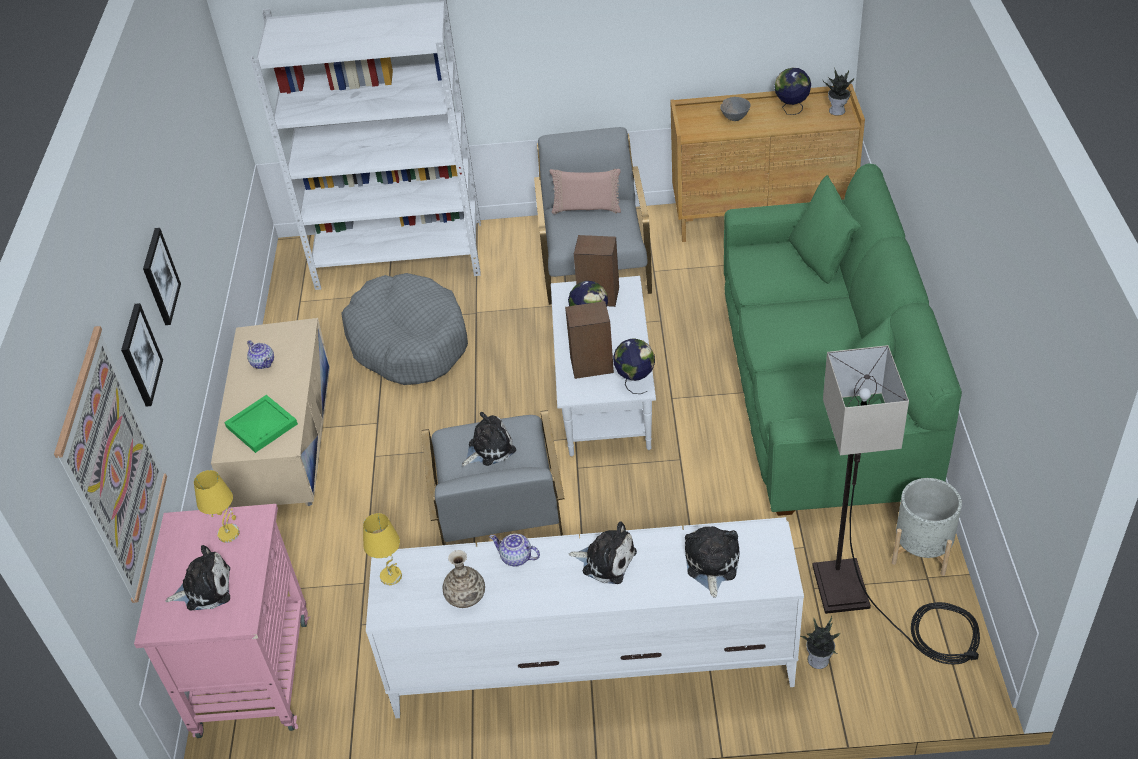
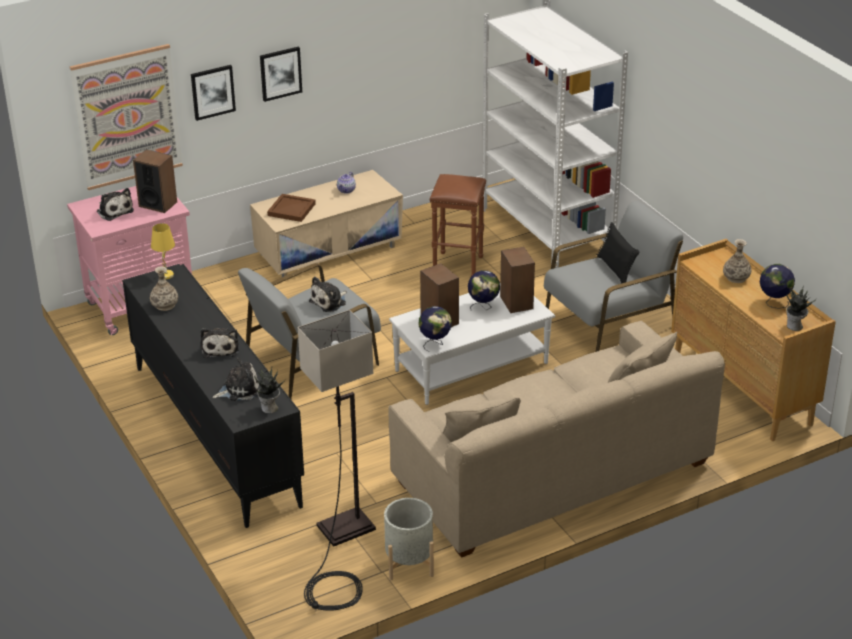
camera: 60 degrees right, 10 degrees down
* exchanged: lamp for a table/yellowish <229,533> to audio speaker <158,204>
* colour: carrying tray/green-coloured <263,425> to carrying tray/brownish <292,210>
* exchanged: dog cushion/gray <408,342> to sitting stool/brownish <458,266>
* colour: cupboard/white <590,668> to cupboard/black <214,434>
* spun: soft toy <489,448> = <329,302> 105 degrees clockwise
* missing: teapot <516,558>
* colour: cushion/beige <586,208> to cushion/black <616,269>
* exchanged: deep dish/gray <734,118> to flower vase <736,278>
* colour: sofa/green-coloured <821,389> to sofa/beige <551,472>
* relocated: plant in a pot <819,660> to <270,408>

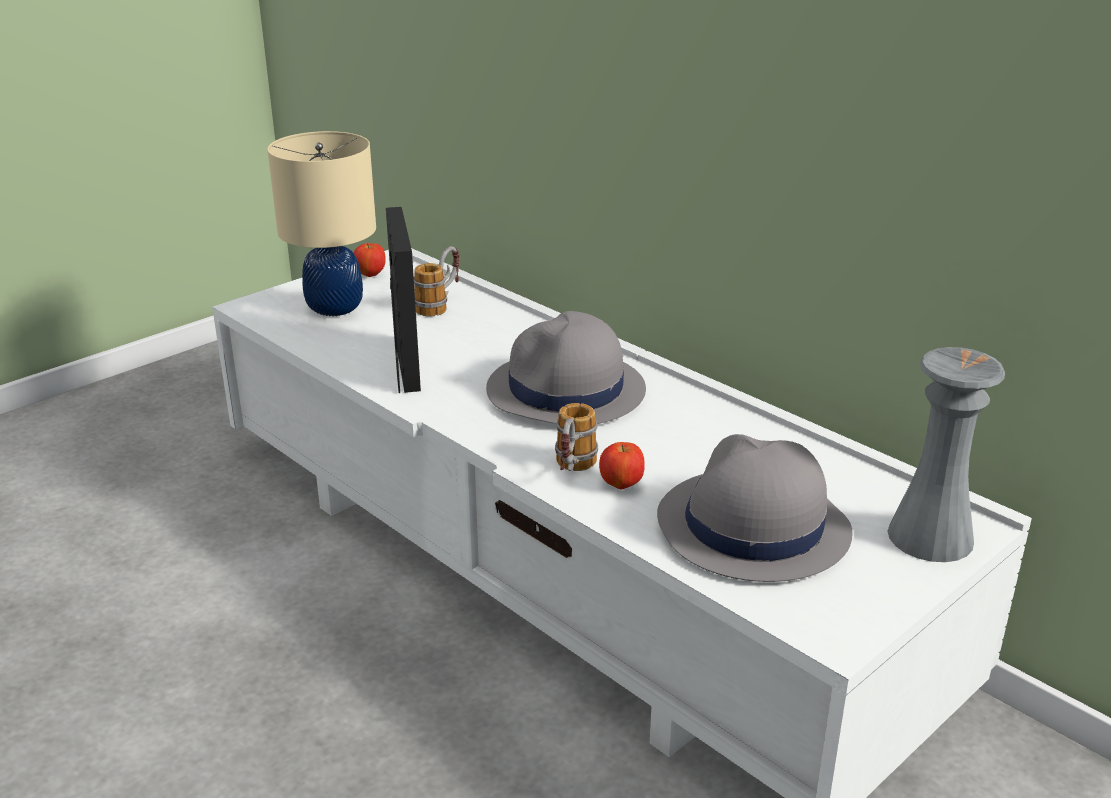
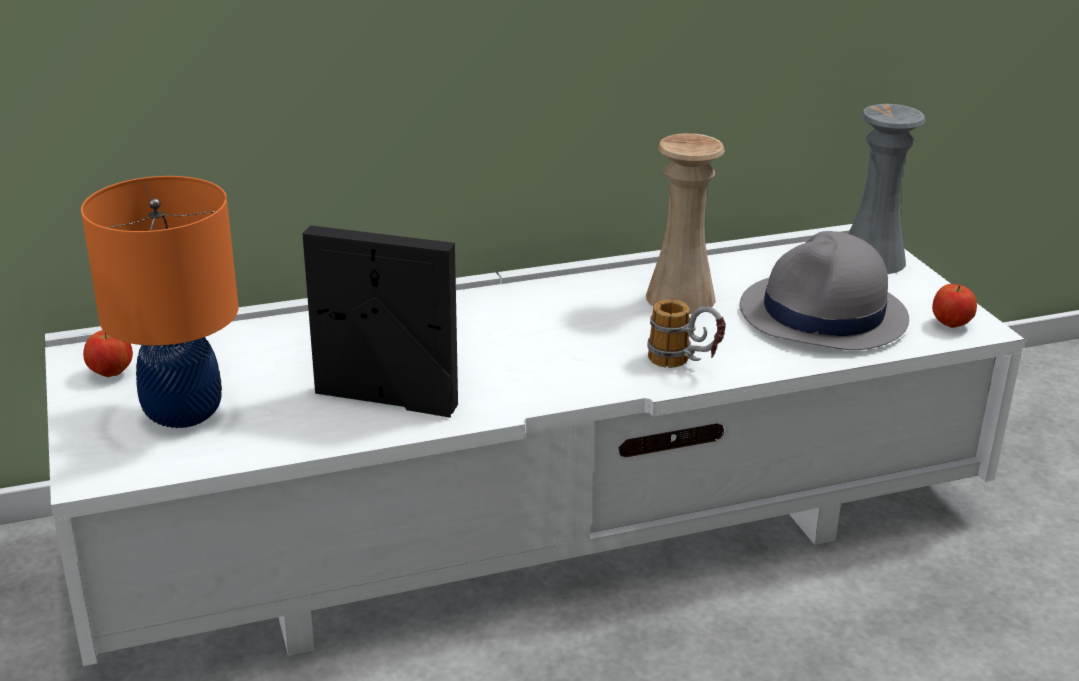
camera: 65 degrees left, 0 degrees up
* colour: lamp for a table/beige <333,310> to lamp for a table/orange <185,417>
* missing: tea mug <440,304>
* missing: wearable hat/gray <566,392>
* relocated: whole apple <621,485> to <951,324>
* appeared: flower vase/beige <680,298>

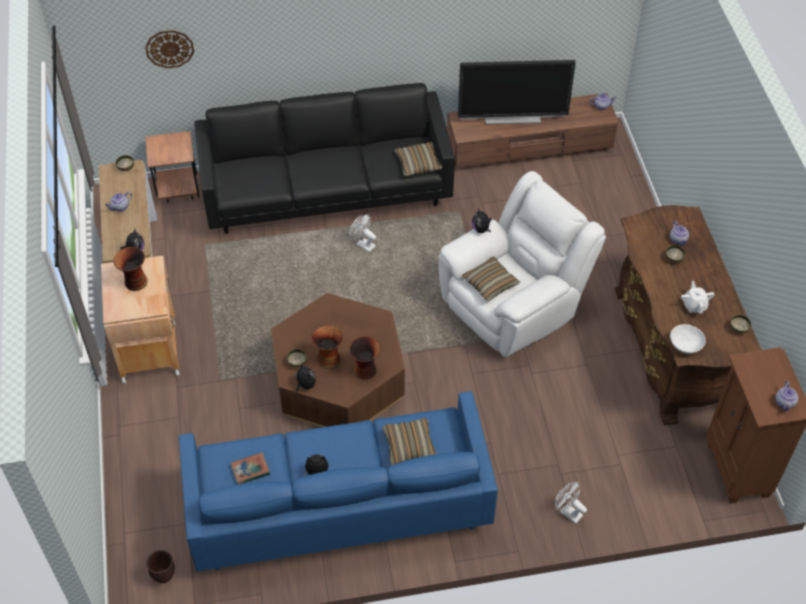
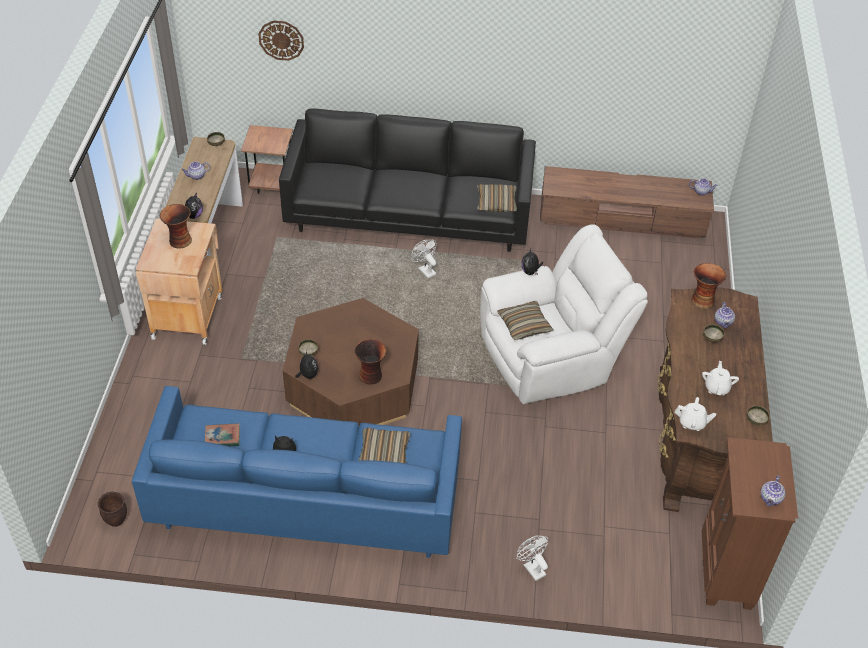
camera: 15 degrees right, 5 degrees down
* relocated: flower vase <328,359> to <702,300>
* missing: television <512,117>
* exchanged: deep dish/white <685,345> to teapot/white <692,423>

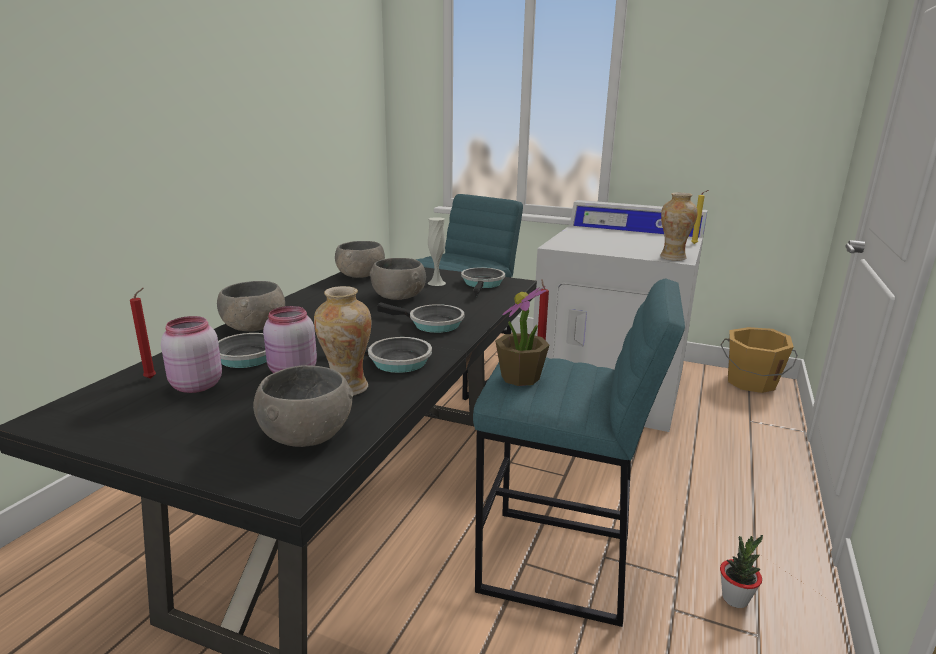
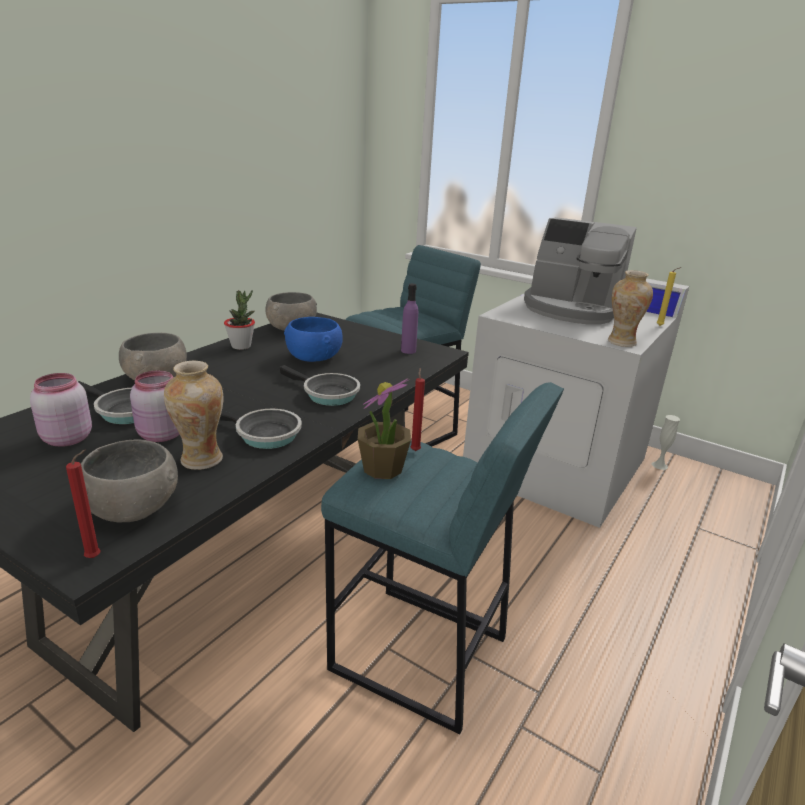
camera: 10 degrees right, 5 degrees up
* relocated: wax candle/reddish <152,378> to <96,557>
* colour: deep dish/gray <398,296> to deep dish/bluish <313,357>
* relocated: flower vase/white <436,283> to <659,465>
* exchanged: pan <482,284> to drink bottle/purplish <408,351>
* relocated: plant in a pot <735,598> to <241,346>
* missing: pail/orange <751,382>
* appeared: coffee machine <571,309>

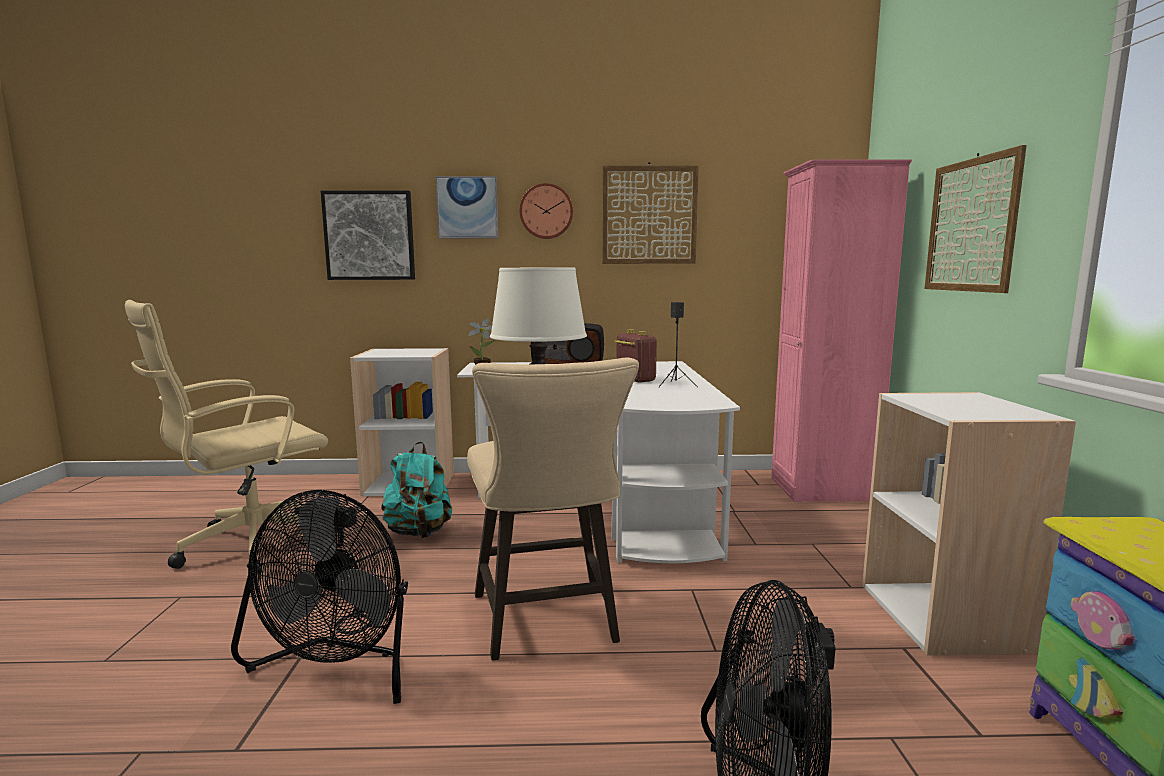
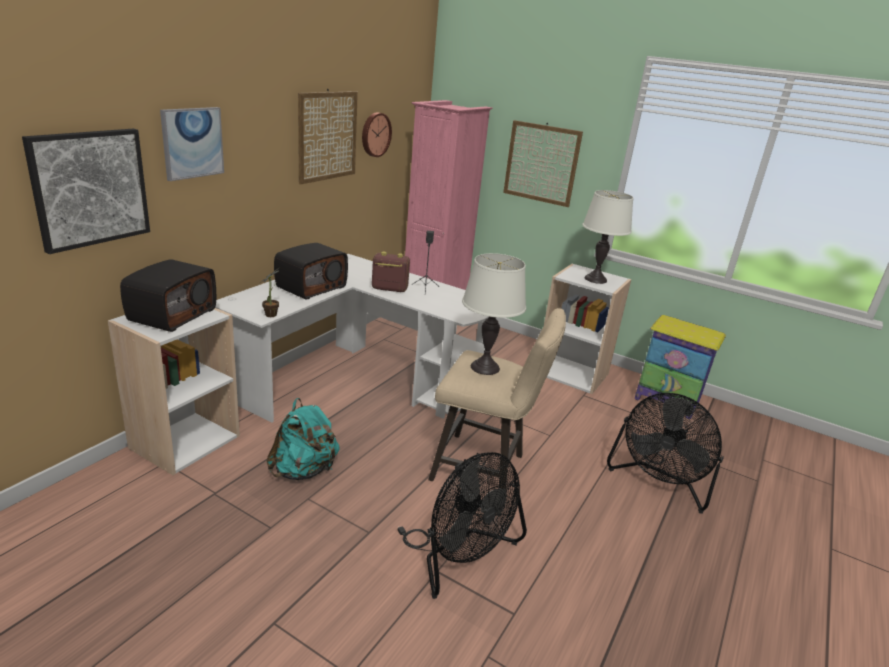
camera: 60 degrees left, 15 degrees up
* missing: desk chair/beige <247,547>
* relocated: wall clock <546,211> to <375,134>
* appeared: radio receiver <172,314>
* appeared: lamp for a table/white <595,279>

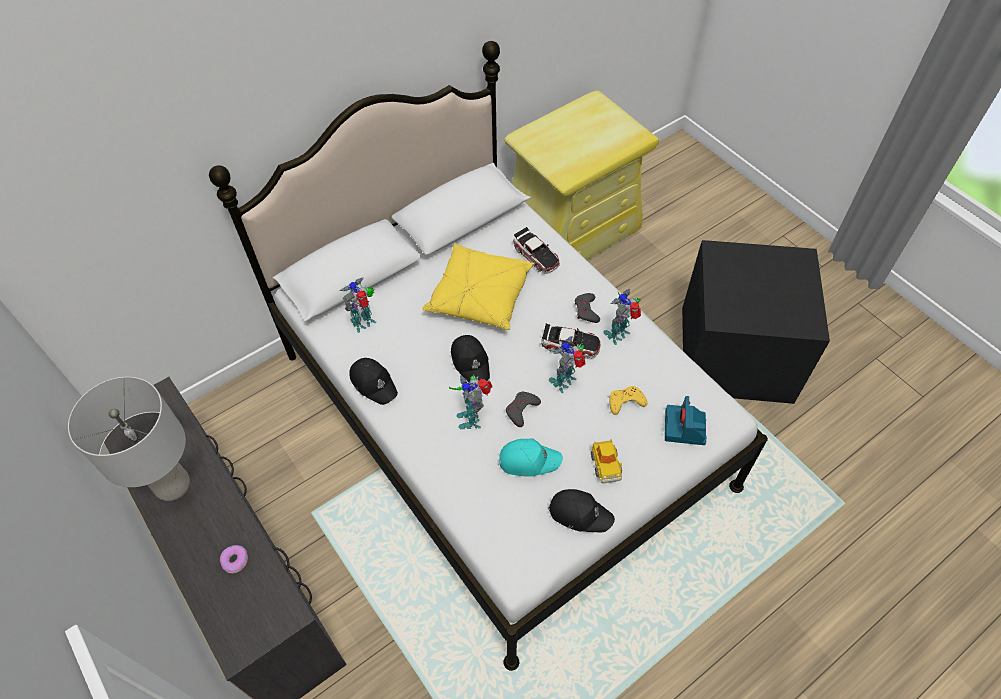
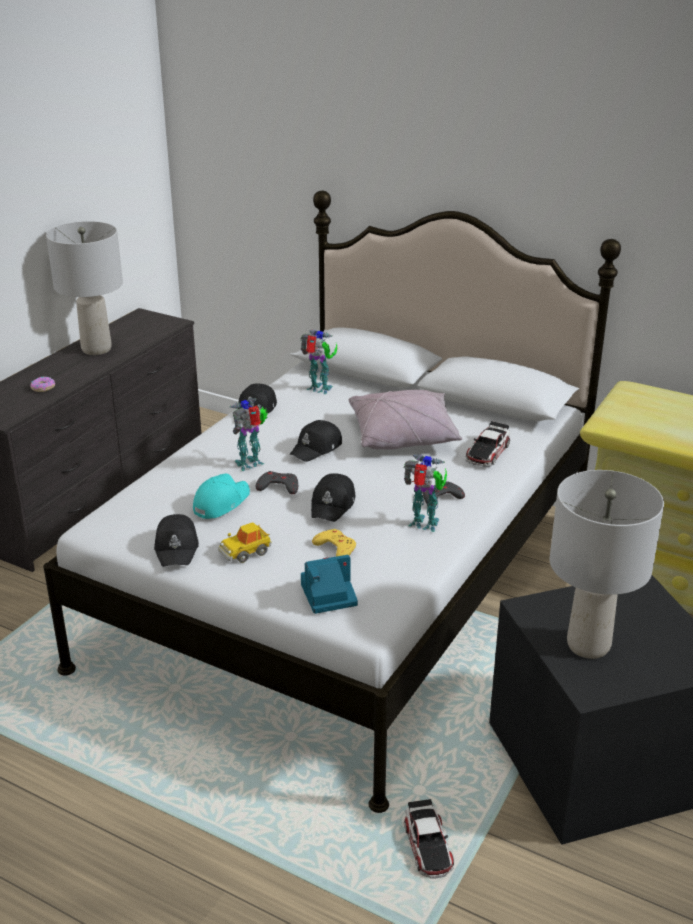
camera: 65 degrees right, 25 degrees down
* colour: cushion/yellowish <480,296> to cushion/purplish <403,435>
* spun: cap/turquoise-coloured <528,460> = <220,503> 120 degrees counterclockwise
* relocated: model car <570,344> to <428,846>
* exchanged: model robot <565,381> to cap/black <333,505>
* appeared: lamp for a table/gray <588,646>

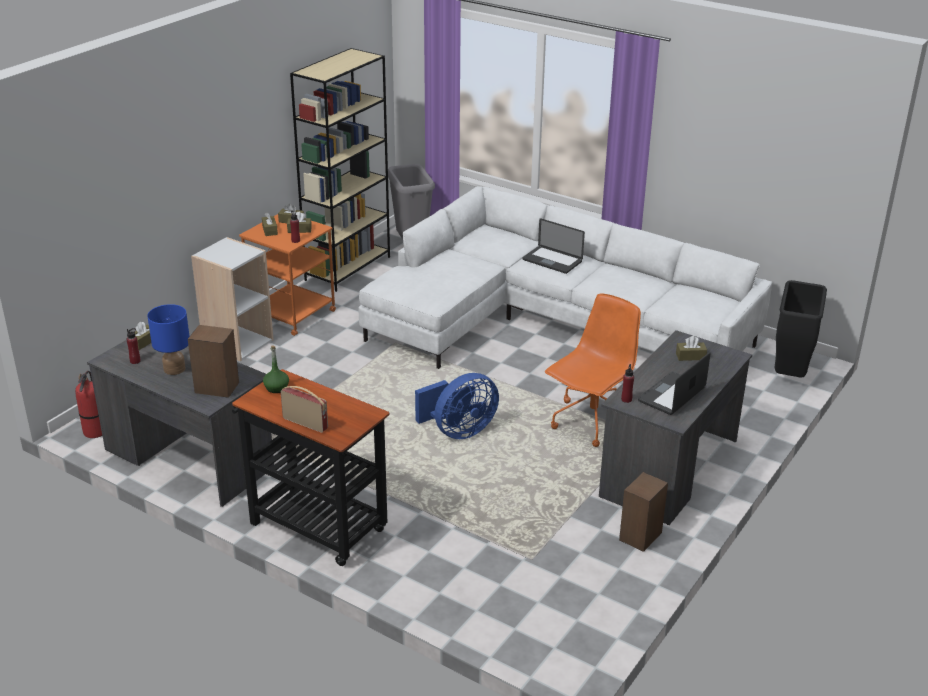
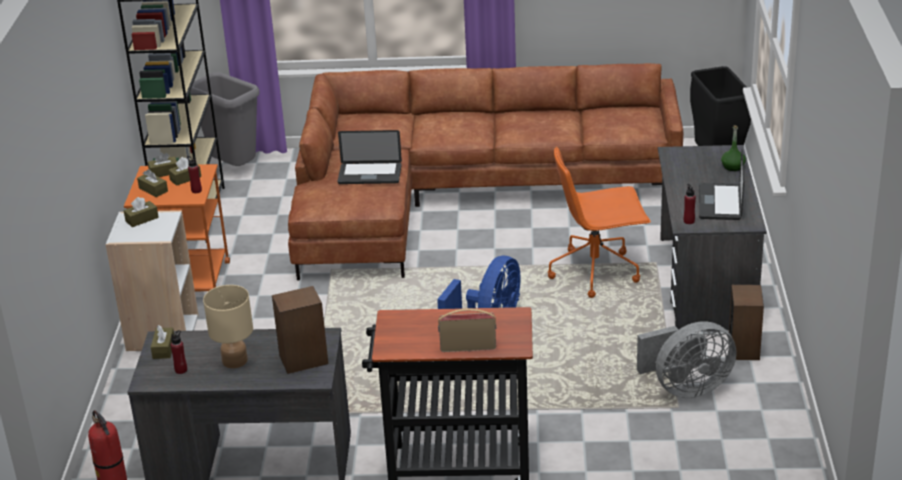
camera: 30 degrees left, 0 degrees up
* colour: lamp for a table/bluish <175,369> to lamp for a table/beige <235,360>
* relocated: drink bottle/green-coloured <276,388> to <733,167>
* colour: sofa/white <551,323> to sofa/brownish <461,195>
* relocated: notebook computer <552,261> to <369,175>
* spun: desk chair/orange <590,423> = <599,272> 105 degrees counterclockwise
* relocated: box of tissues/brownish <690,356> to <142,219>
* appeared: cooling fan/gray <686,388>

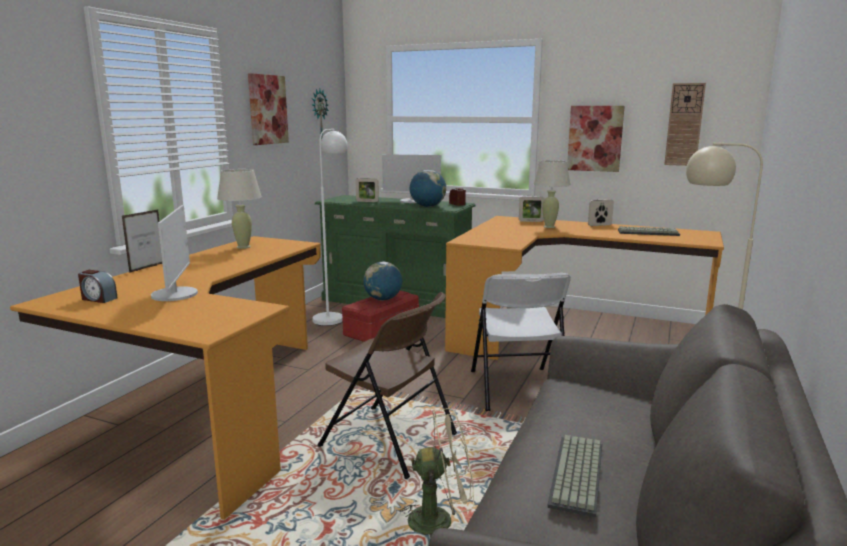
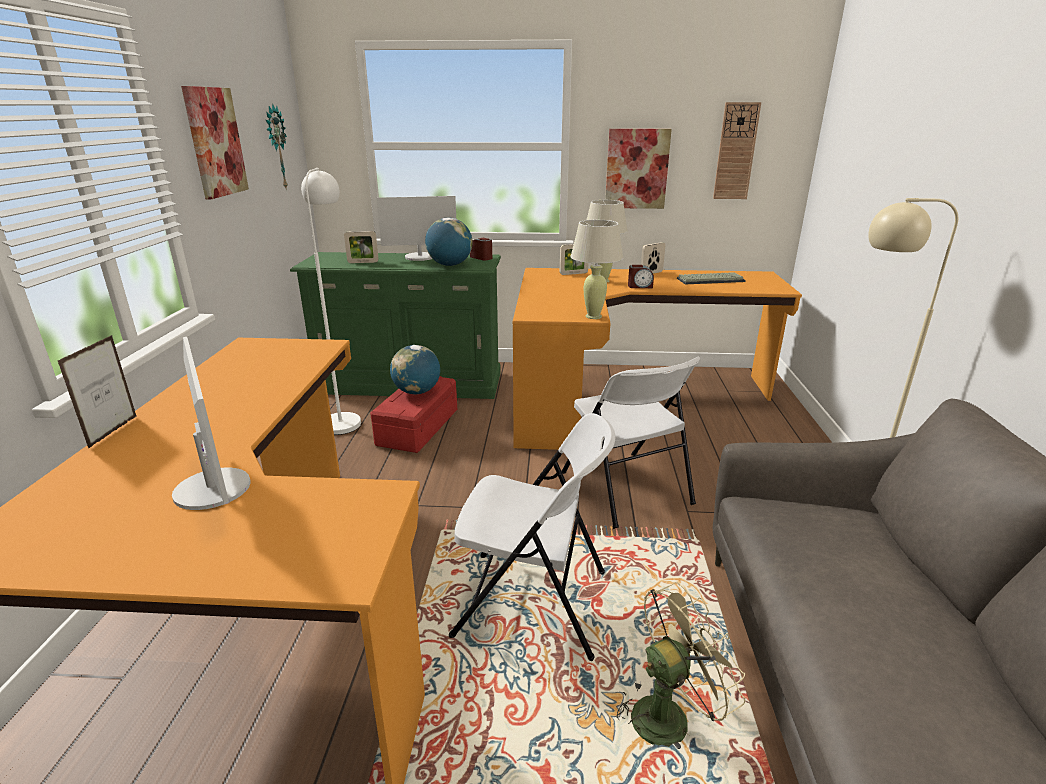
camera: 20 degrees left, 10 degrees up
* relocated: table clock <98,299> to <640,286>
* relocated: lamp for a table/beige <243,247> to <593,316>
* colour: upright chair/brownish <388,440> to upright chair/white <531,603>
* missing: computer keyboard <579,475>

